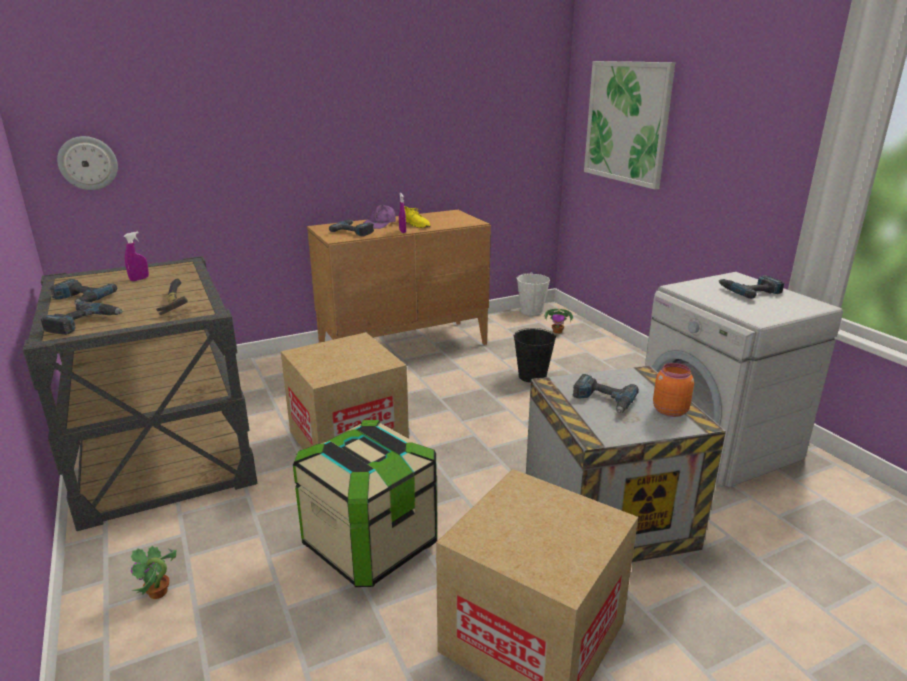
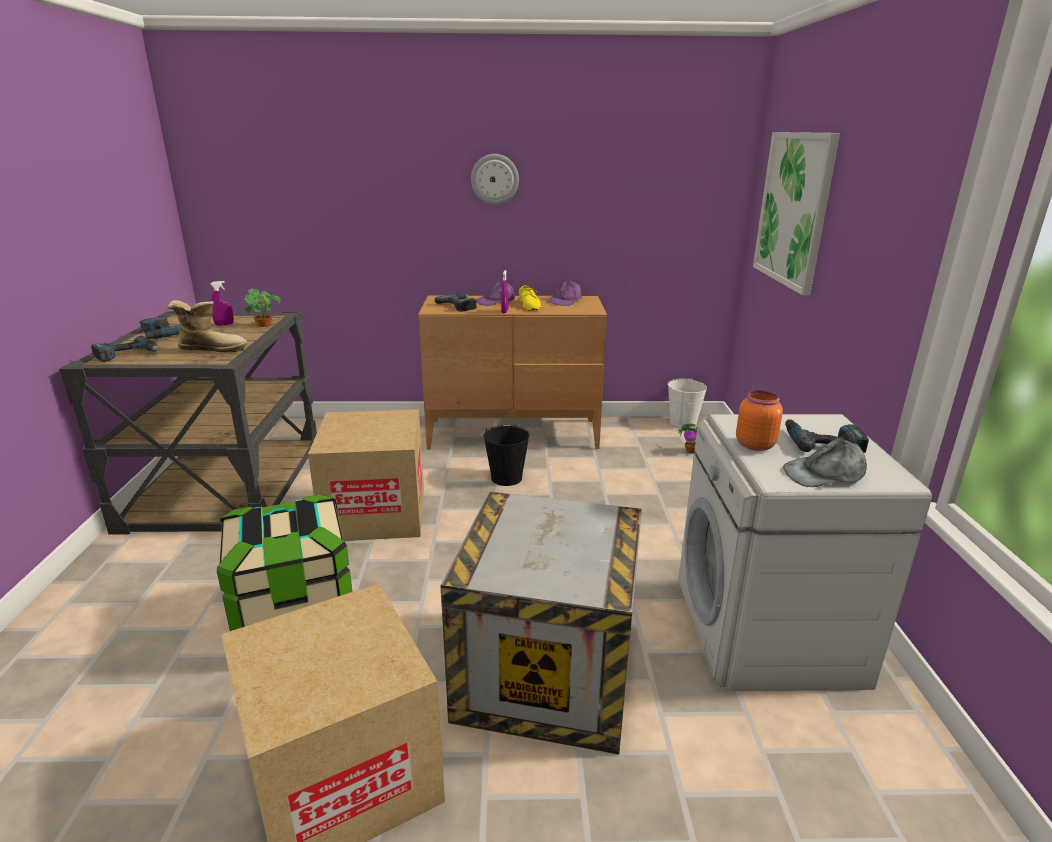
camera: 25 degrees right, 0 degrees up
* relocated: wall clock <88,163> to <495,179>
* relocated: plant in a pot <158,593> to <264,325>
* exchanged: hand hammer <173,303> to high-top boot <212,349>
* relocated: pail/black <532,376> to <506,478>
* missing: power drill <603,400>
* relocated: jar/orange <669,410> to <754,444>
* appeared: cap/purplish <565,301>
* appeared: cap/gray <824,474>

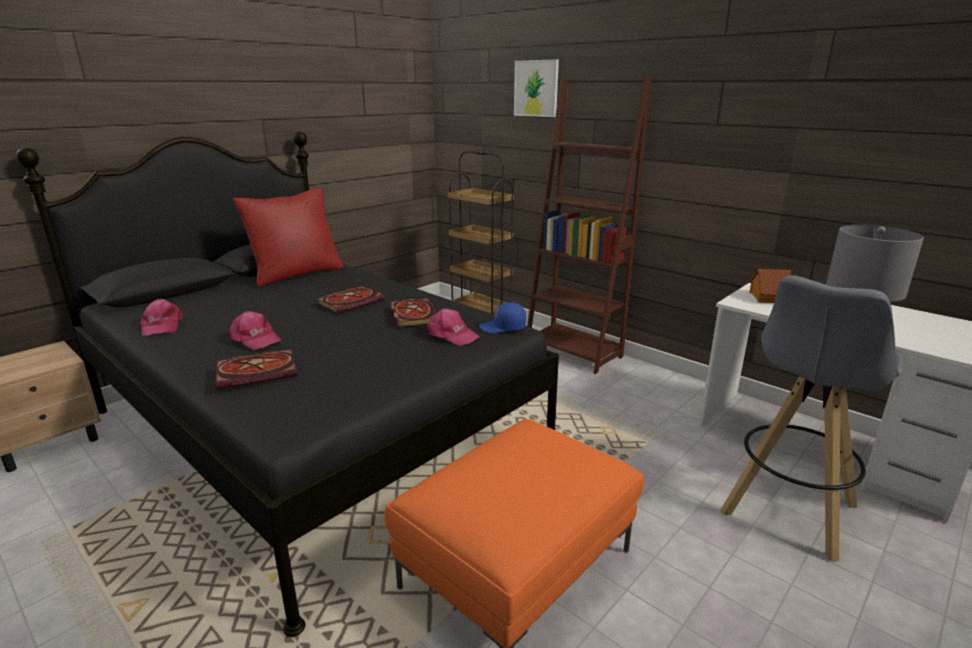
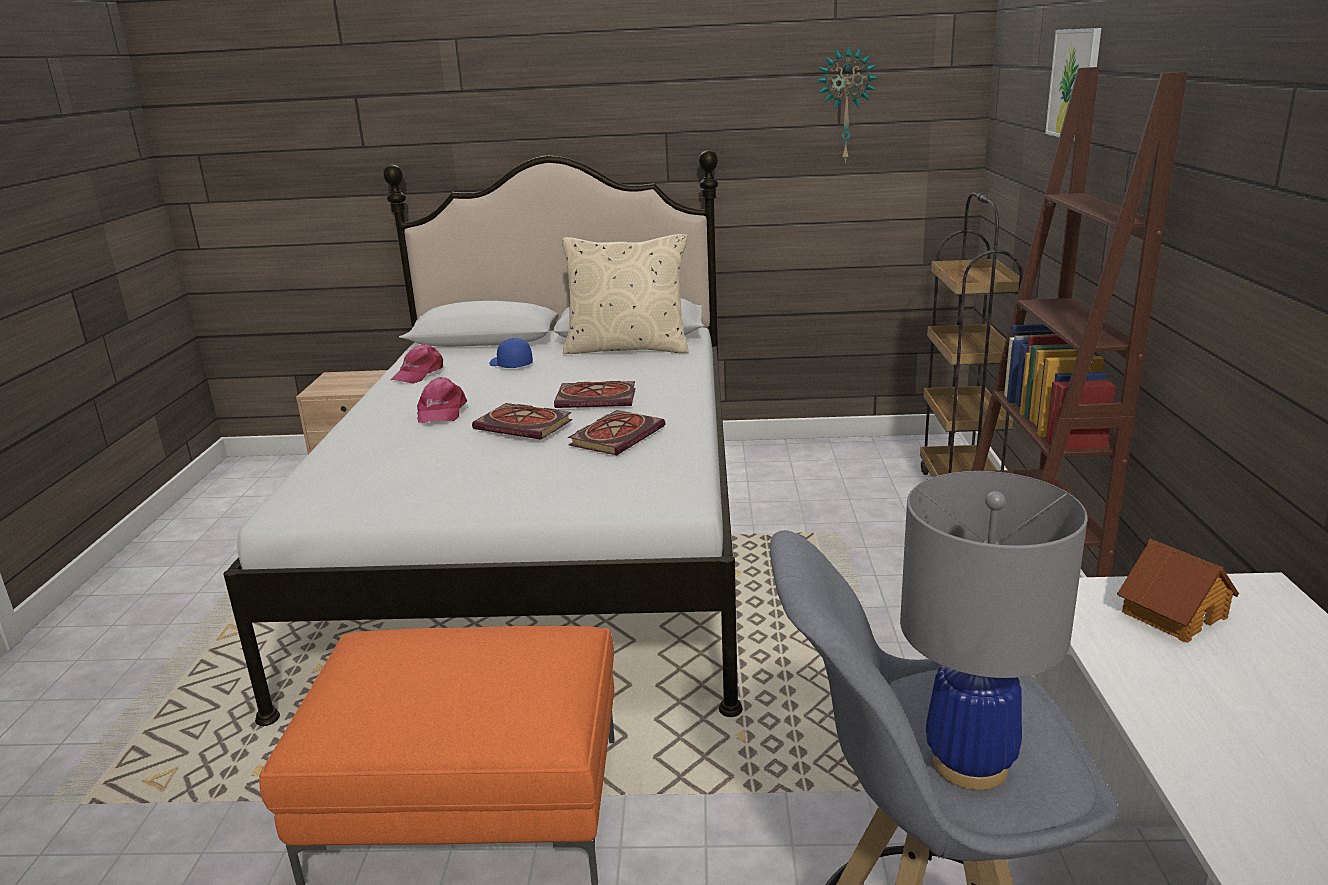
camera: 50 degrees right, 0 degrees up
* colour: bedroom bed/black <314,428> to bedroom bed/white <546,550>
* relocated: bound book <259,371> to <526,425>
* colour: cushion/reddish <296,274> to cushion/beige <627,348>
* missing: cap/pink <451,335>
* relocated: cap/bluish <503,328> to <510,364>
* appeared: wall clock <846,105>

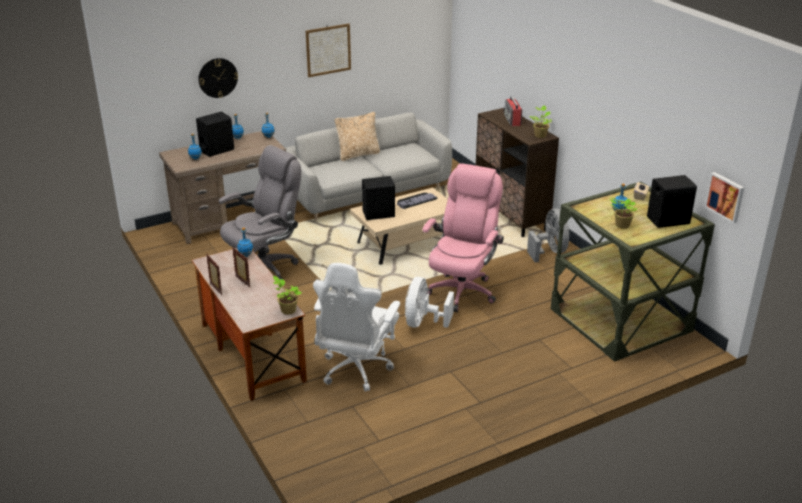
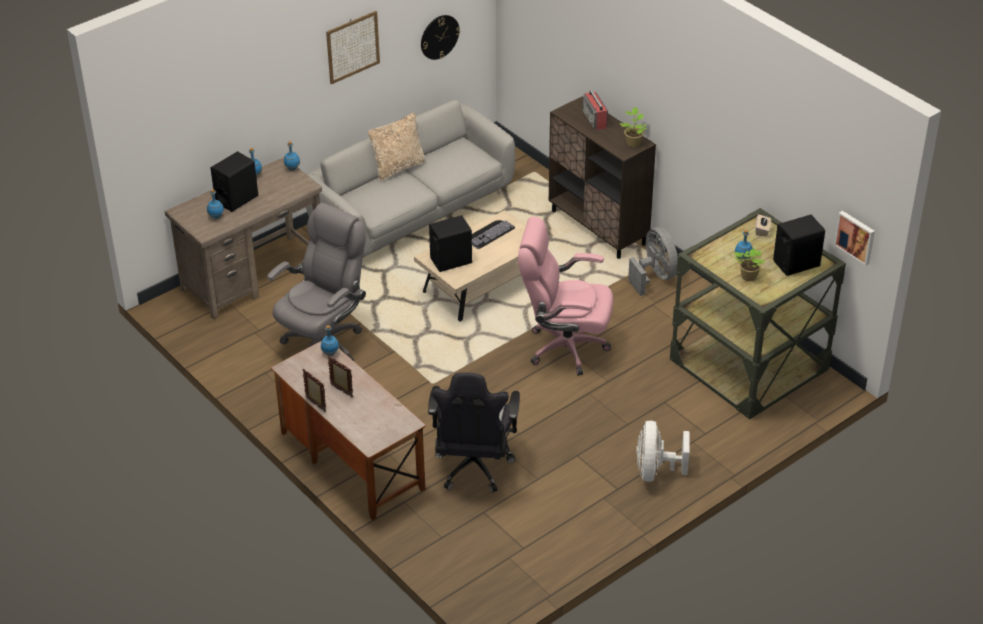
camera: 10 degrees left, 10 degrees up
* relocated: wall clock <218,77> to <439,37>
* missing: plant in a pot <287,310>
* colour: desk chair/white <357,366> to desk chair/black <474,463>
* relocated: cooling fan/white <423,322> to <655,471>
* spun: desk chair/pink <462,291> = <565,348> 90 degrees counterclockwise

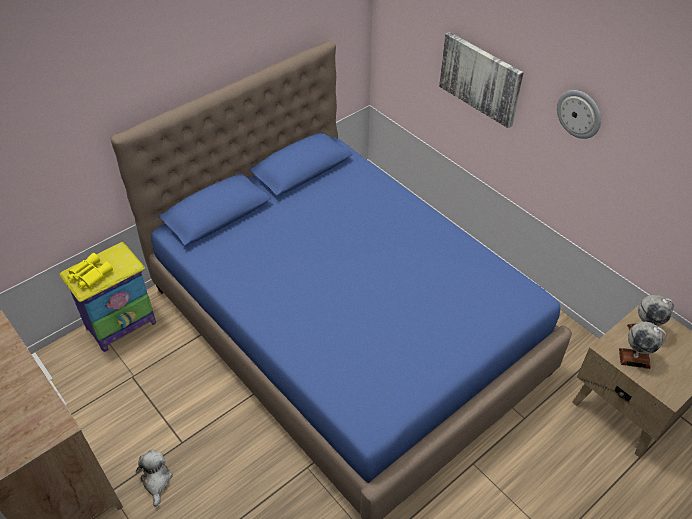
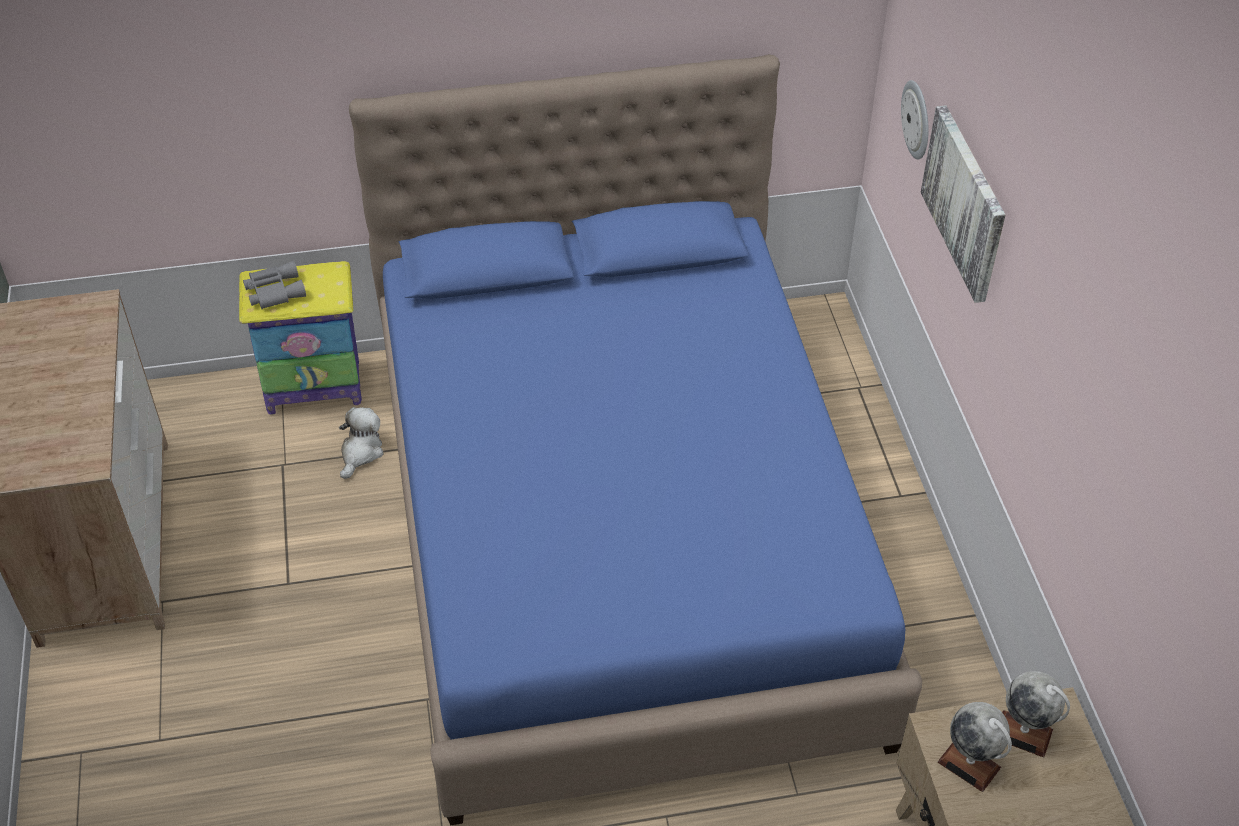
camera: 30 degrees right, 0 degrees up
* colour: field glasses/yellowish <89,275> to field glasses/gray <274,290>
* relocated: soft toy <156,480> to <360,452>
* relocated: wall clock <579,113> to <917,119>

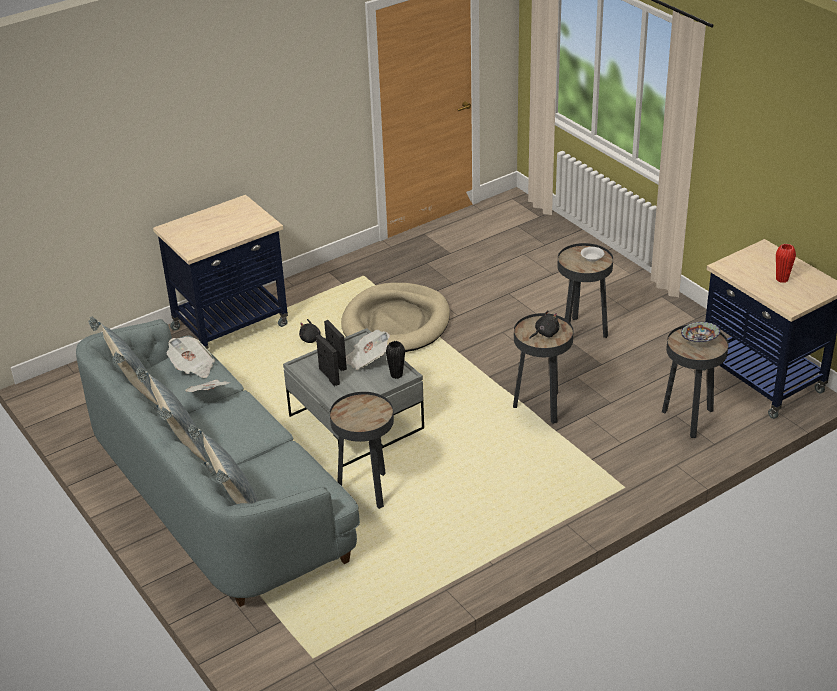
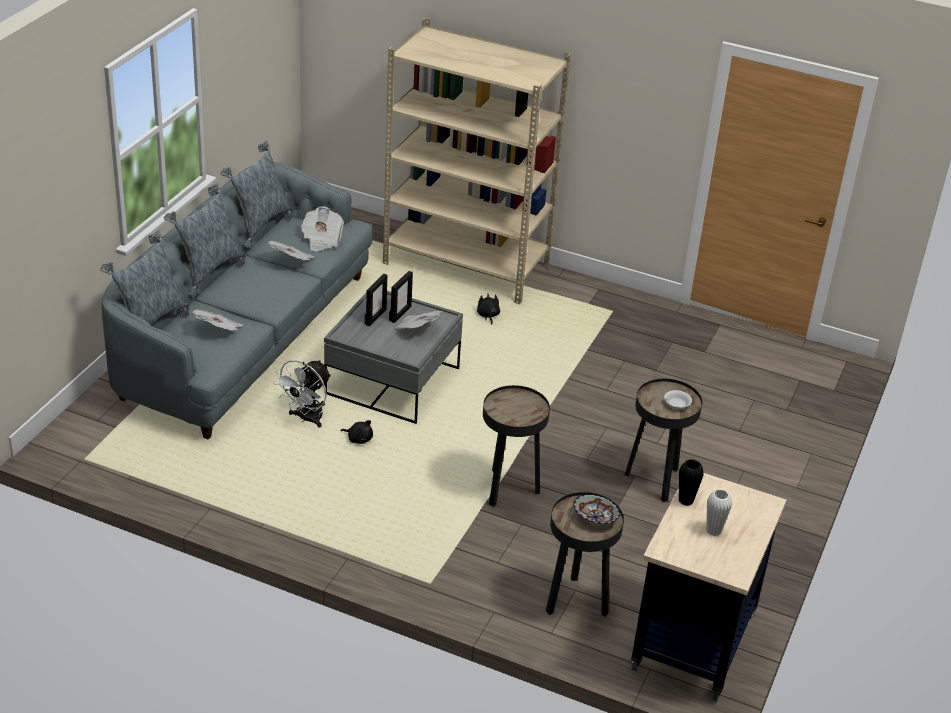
camera: 55 degrees right, 0 degrees up
* exchanged: trolley/bluish <230,326> to shelving unit/beige <466,265>
* exchanged: side table/black <367,490> to cooling fan/white <306,419>
* missing: dog cushion/beige <396,323>
* relocated: flower vase/black <396,375> to <686,500>
* relocated: soft toy/black <545,333> to <358,439>
* colour: flower vase/reddish <782,279> to flower vase/white <713,531>
* appeared: daily paper <219,331>

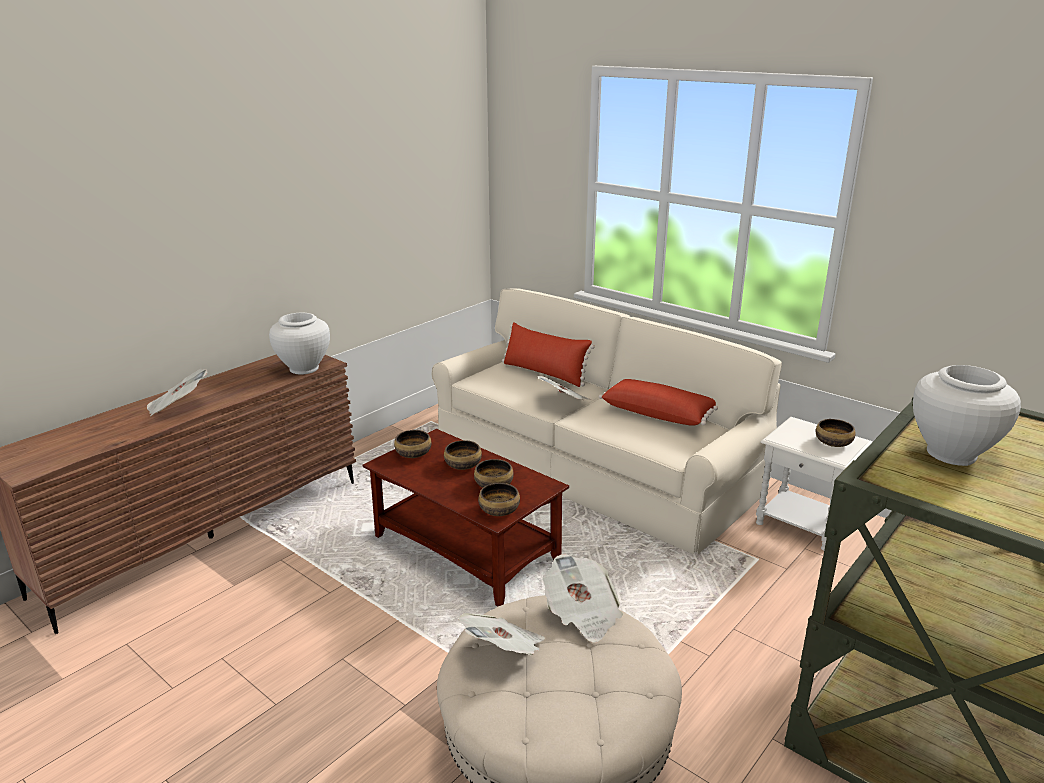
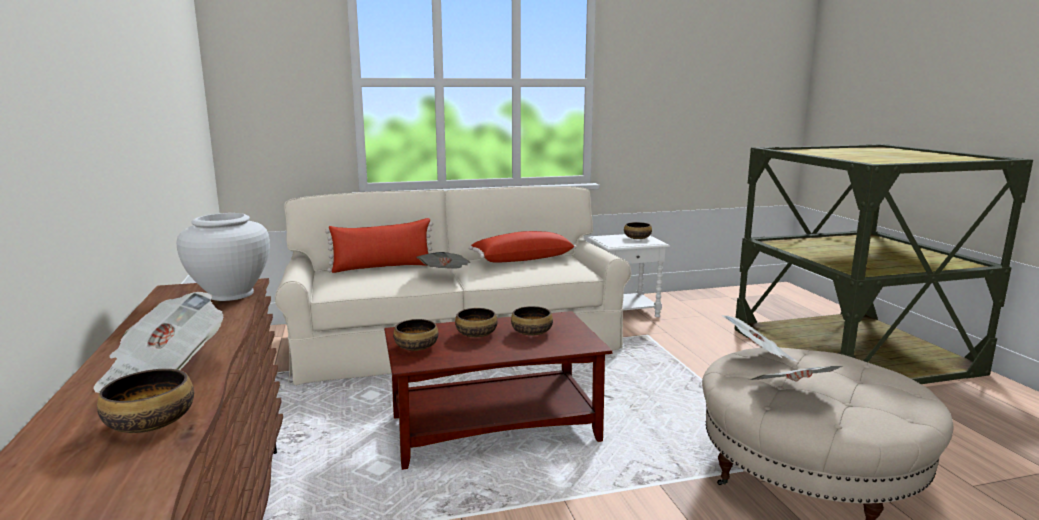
camera: 55 degrees left, 10 degrees down
* relocated: deep dish <499,510> to <150,423>
* missing: flower vase/white <951,453>

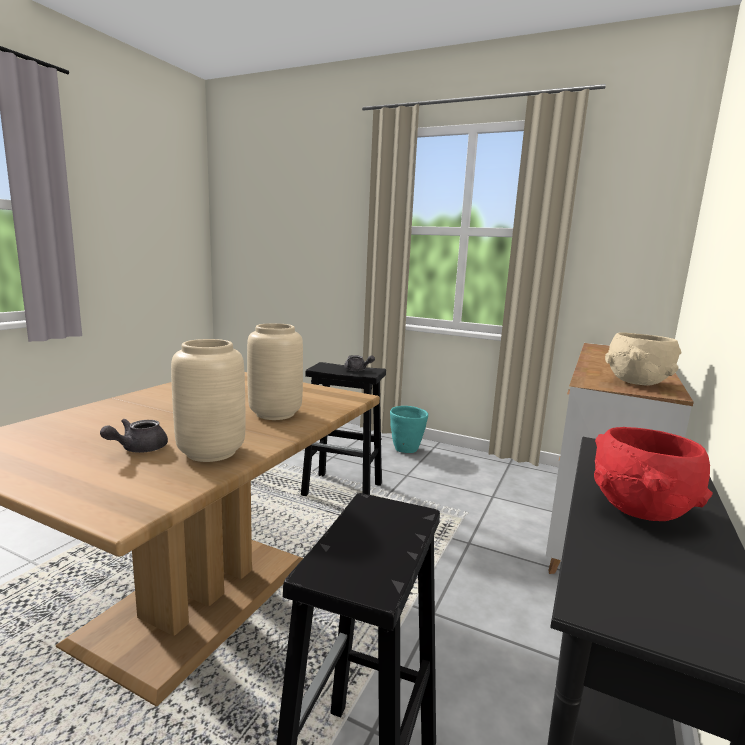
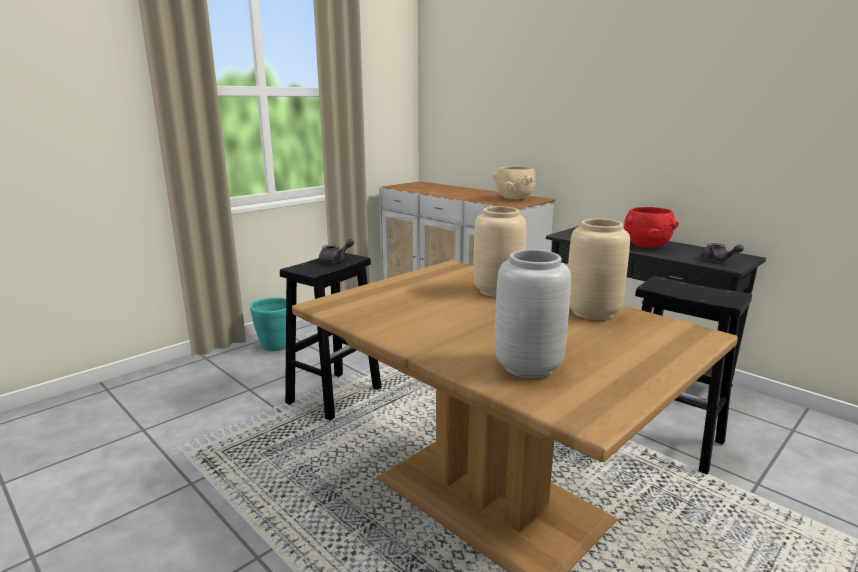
camera: 70 degrees left, 5 degrees up
* relocated: teapot/gray <138,449> to <718,260>
* appeared: flower vase/gray <528,367>

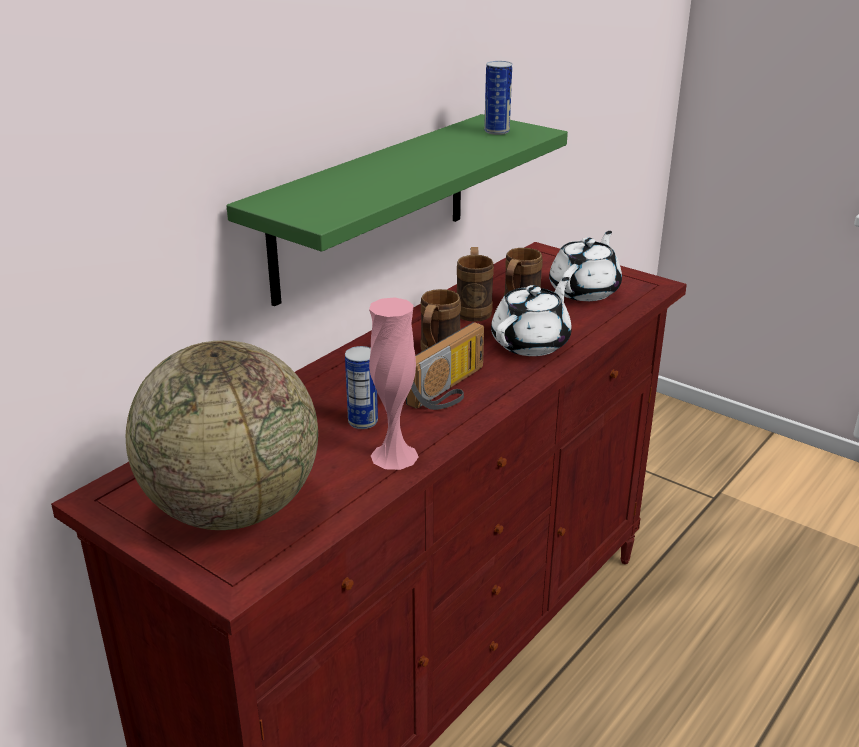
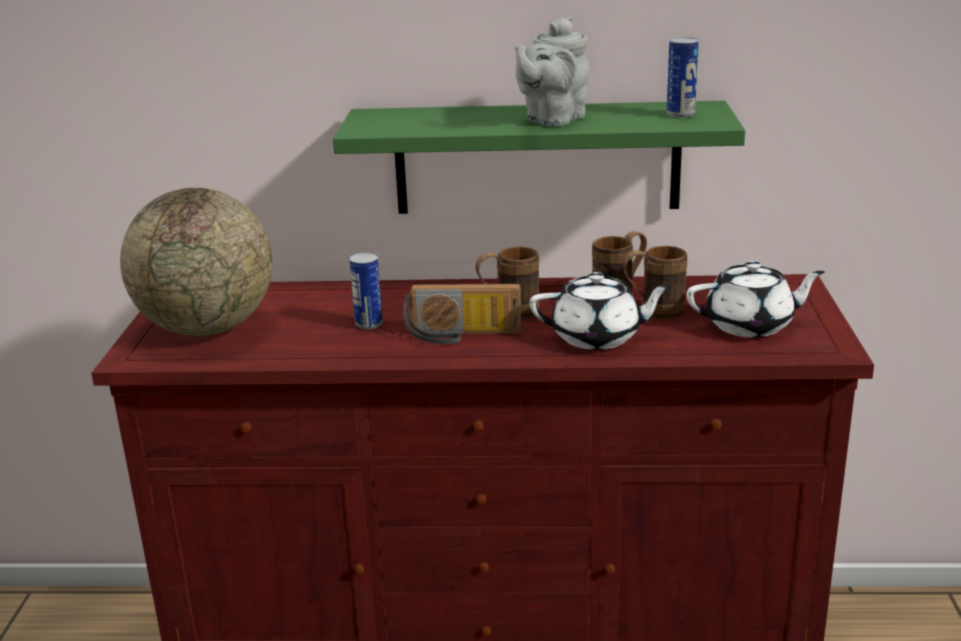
camera: 55 degrees right, 5 degrees down
* missing: flower vase/pink <394,456>
* appeared: teapot/gray <552,119>

